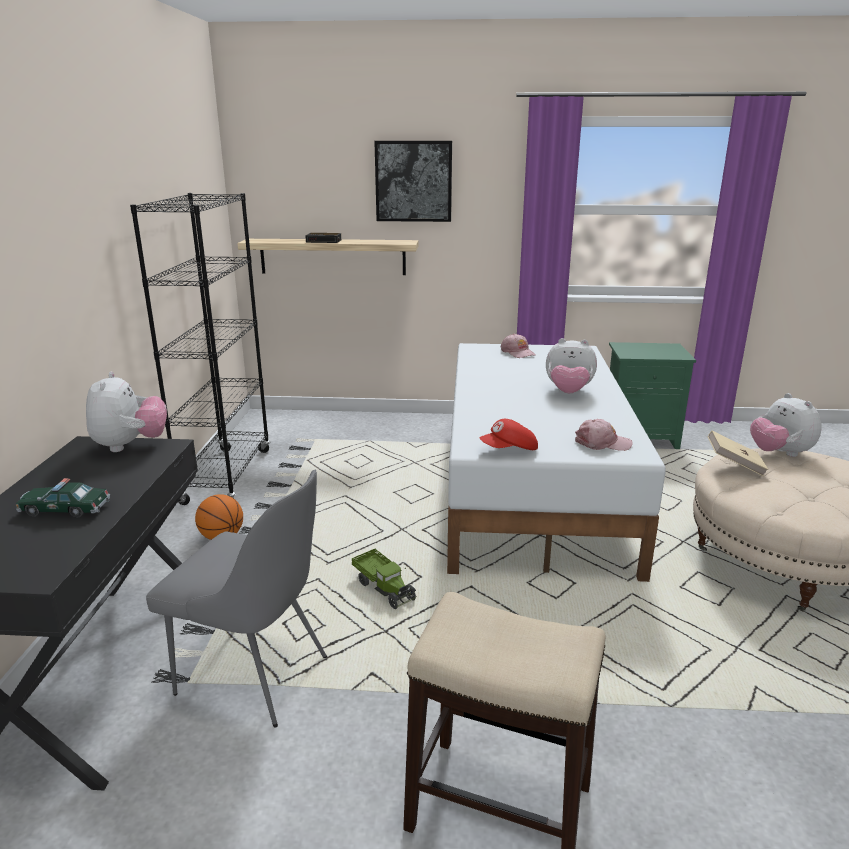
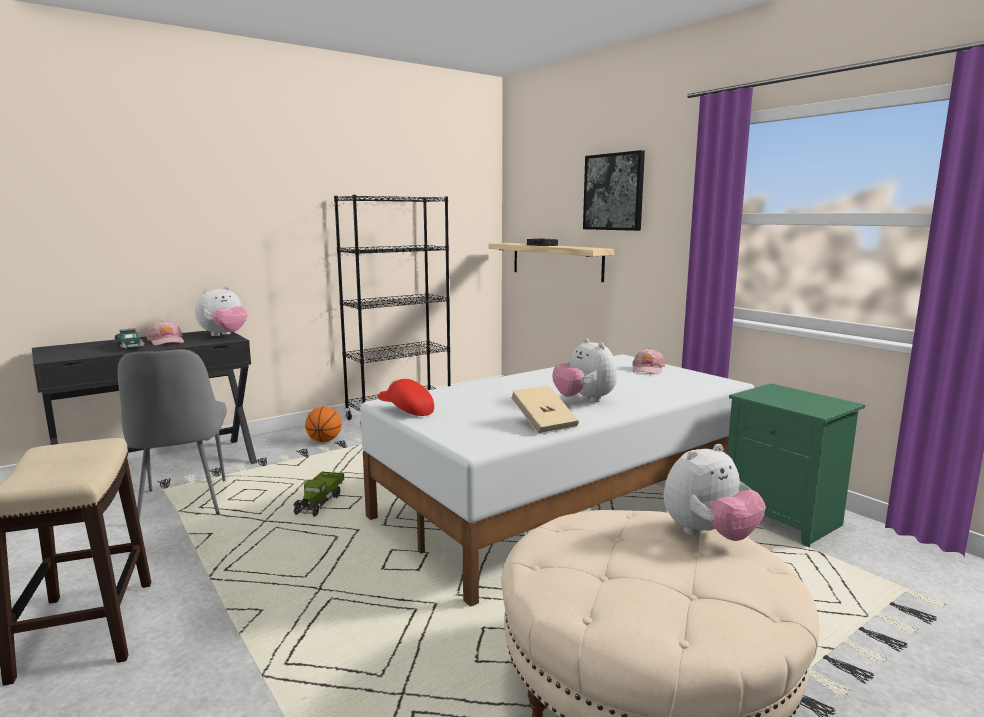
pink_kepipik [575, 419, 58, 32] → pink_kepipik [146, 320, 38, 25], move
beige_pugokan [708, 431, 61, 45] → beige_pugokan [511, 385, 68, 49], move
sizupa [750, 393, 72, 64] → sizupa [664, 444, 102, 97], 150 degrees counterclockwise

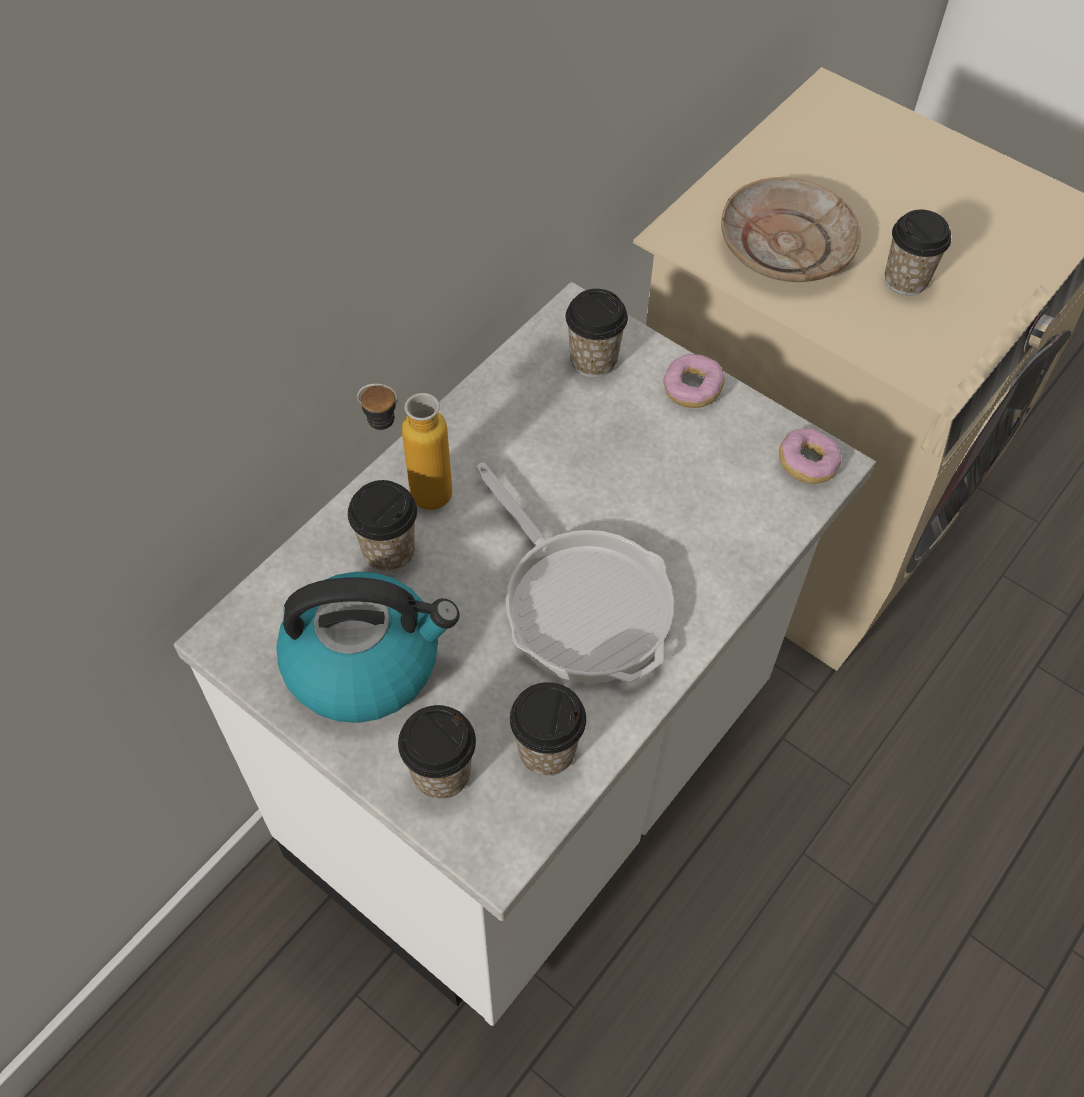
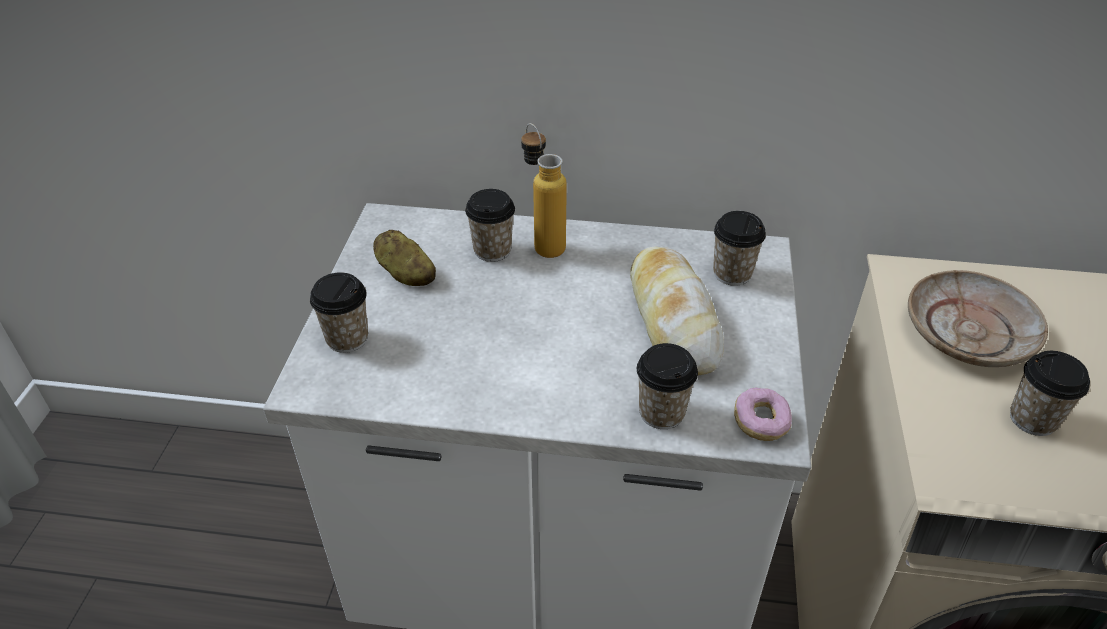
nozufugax [475, 463, 199, 220] → -
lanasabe [663, 354, 62, 54] → -
- → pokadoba [630, 246, 94, 130]
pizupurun [510, 682, 76, 94] → pizupurun [637, 343, 61, 86], move
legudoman [276, 572, 184, 151] → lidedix [373, 230, 63, 56]

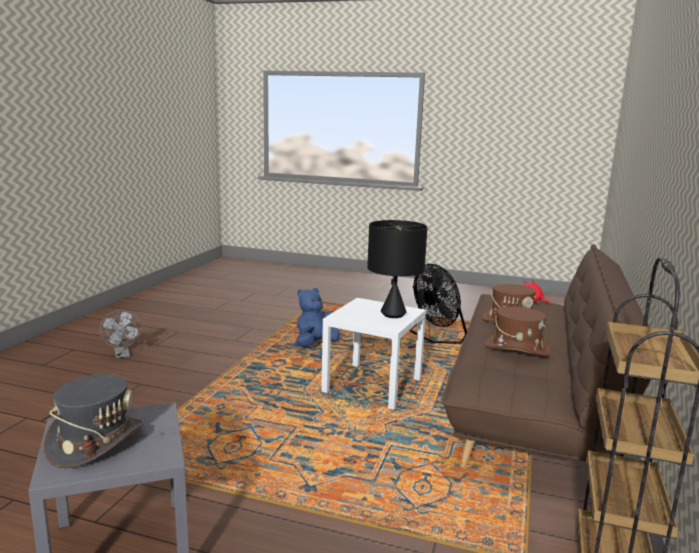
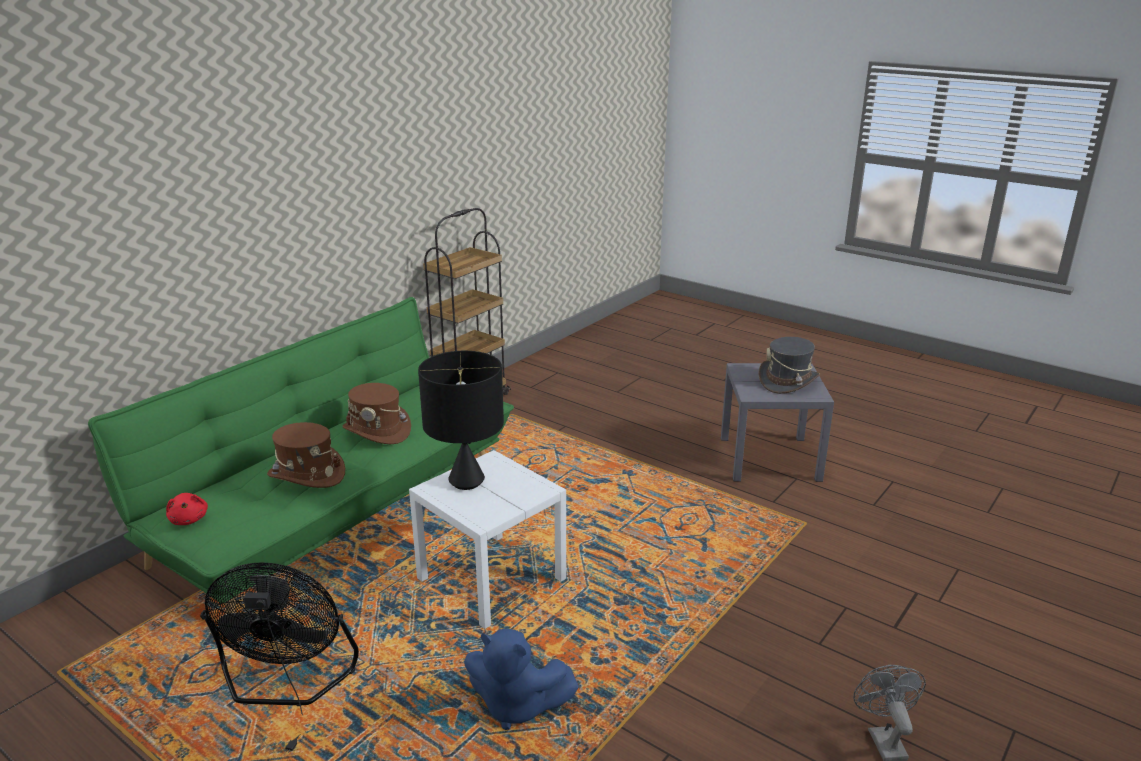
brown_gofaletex [441, 244, 210, 223] → green_gofaletex [88, 297, 426, 316]
blue_sizupa [296, 288, 44, 59] → blue_sizupa [464, 629, 115, 101], 45 degrees clockwise
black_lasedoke [408, 264, 59, 84] → black_lasedoke [200, 563, 159, 190], 105 degrees clockwise

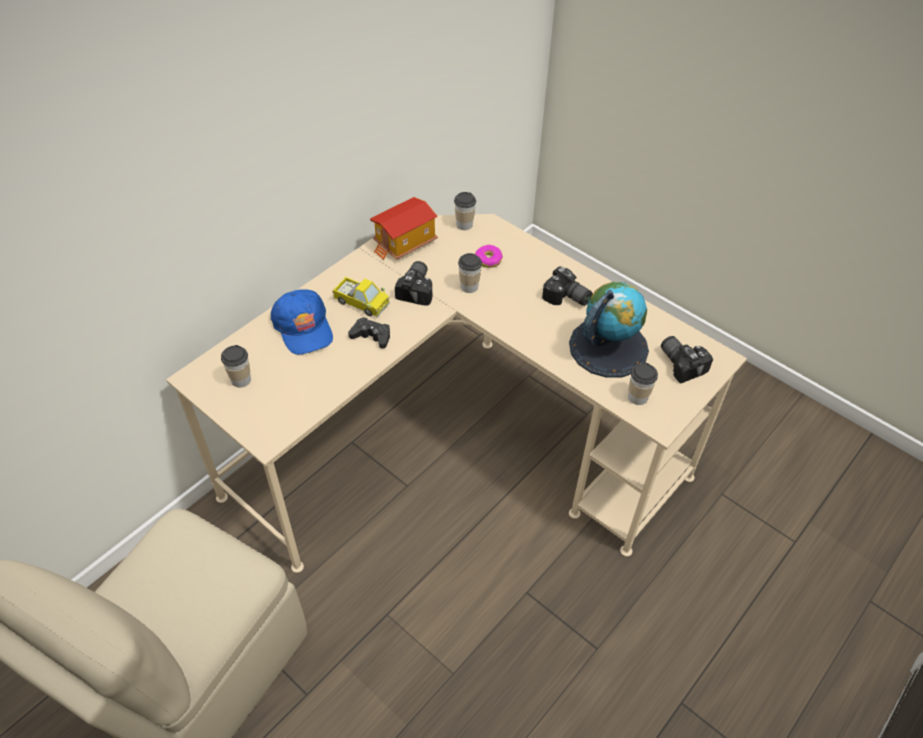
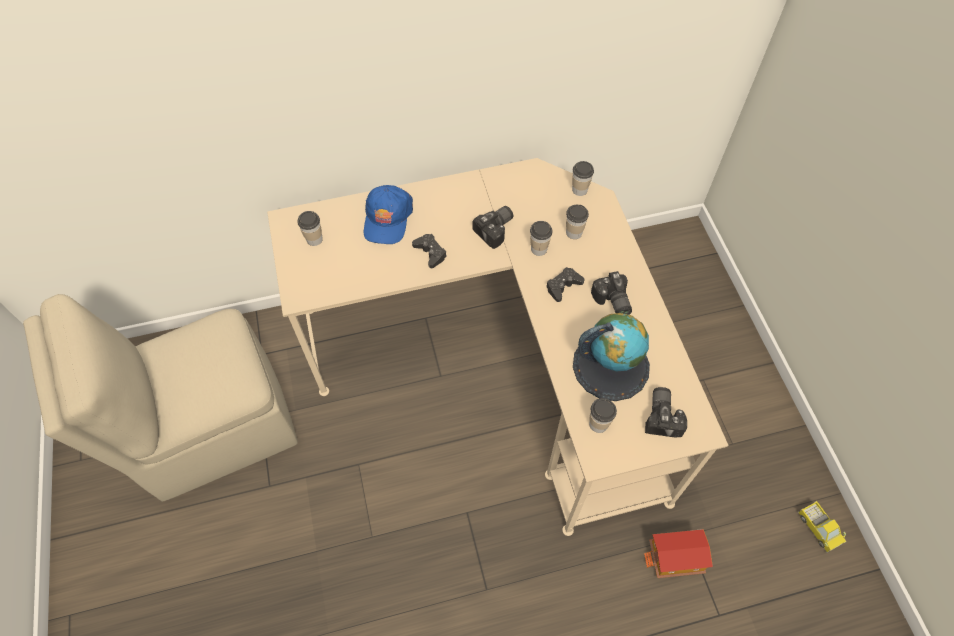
- → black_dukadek [546, 267, 38, 35]
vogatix [332, 277, 58, 40] → vogatix [797, 501, 49, 52], move
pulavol [370, 197, 68, 63] → pulavol [644, 529, 69, 49], move
lanasabe [475, 245, 28, 23] → pizupurun [566, 205, 23, 34]

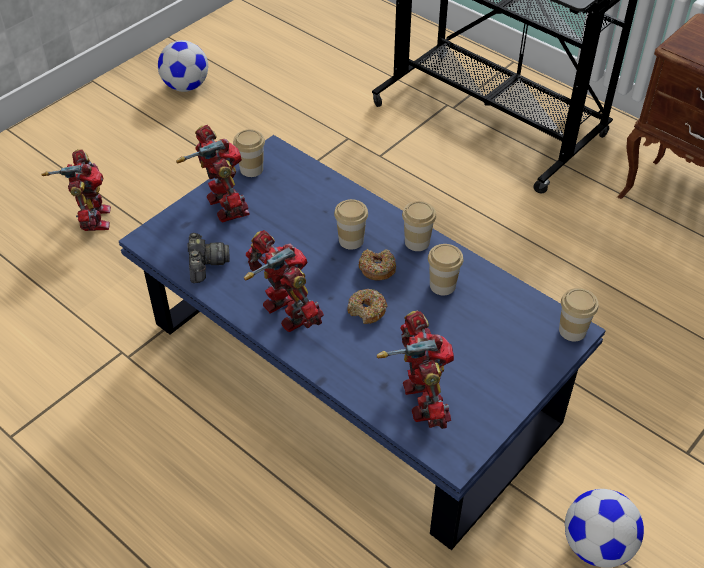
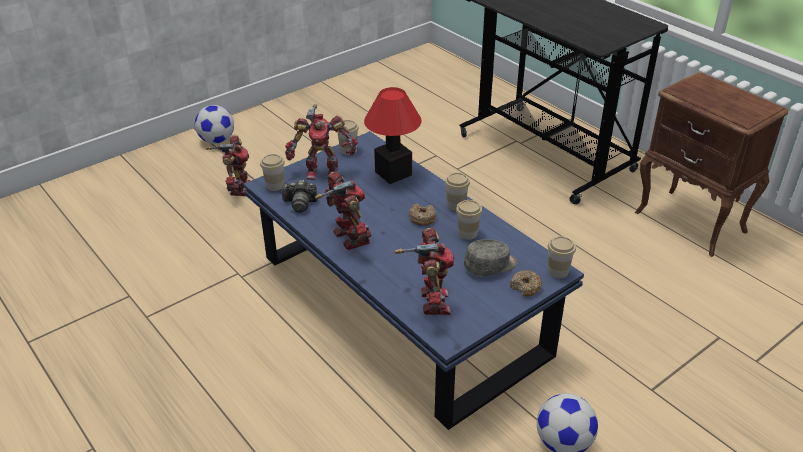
- → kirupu [364, 87, 58, 97]
- → grey_kepipik [464, 239, 54, 37]
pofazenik [158, 40, 50, 52] → pofazenik [195, 105, 39, 39], move
pizupurun [334, 199, 34, 51] → pizupurun [260, 154, 25, 37], move
lanasabe [347, 289, 41, 35] → lanasabe [510, 270, 32, 27], move
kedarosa [176, 125, 73, 97] → kedarosa [285, 104, 73, 76], 105 degrees clockwise
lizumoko [188, 233, 41, 50] → lizumoko [280, 180, 37, 33], 90 degrees clockwise

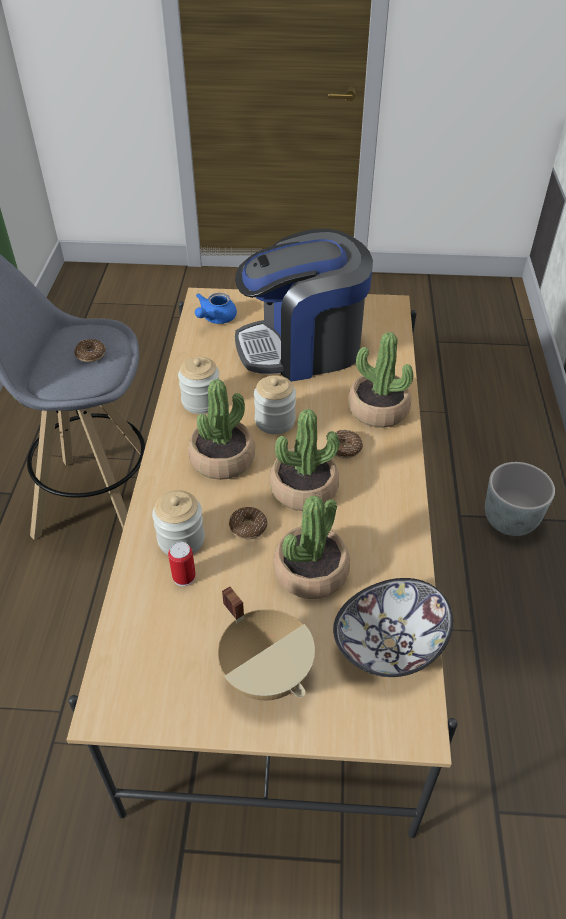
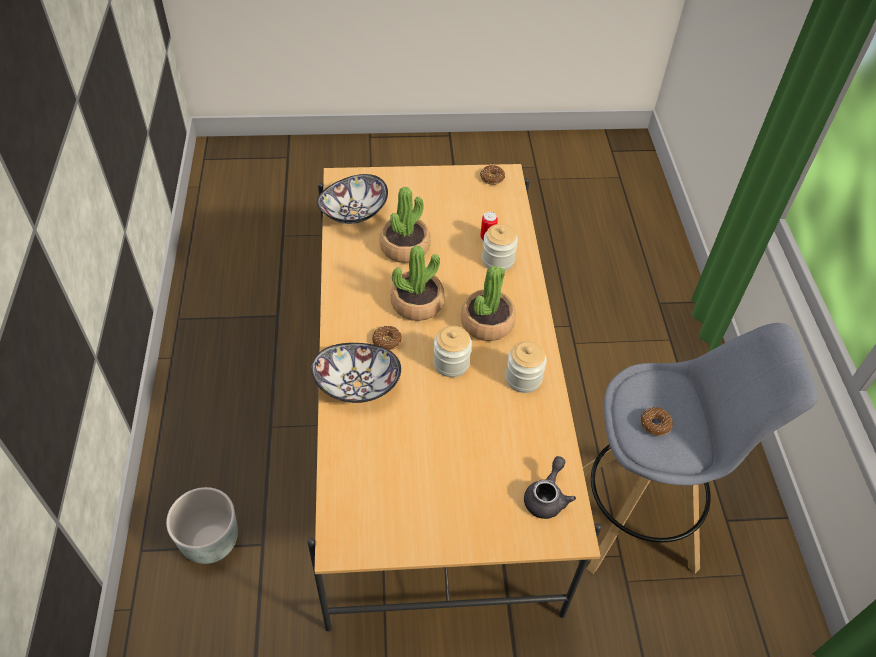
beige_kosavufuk [217, 587, 98, 113] → -
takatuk [235, 229, 138, 153] → -
lanasabe [229, 507, 38, 32] → lanasabe [480, 165, 25, 20], move
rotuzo [348, 332, 65, 96] → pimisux [311, 343, 90, 60]
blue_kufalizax [195, 293, 42, 31] → grey_kufalizax [524, 456, 52, 63]

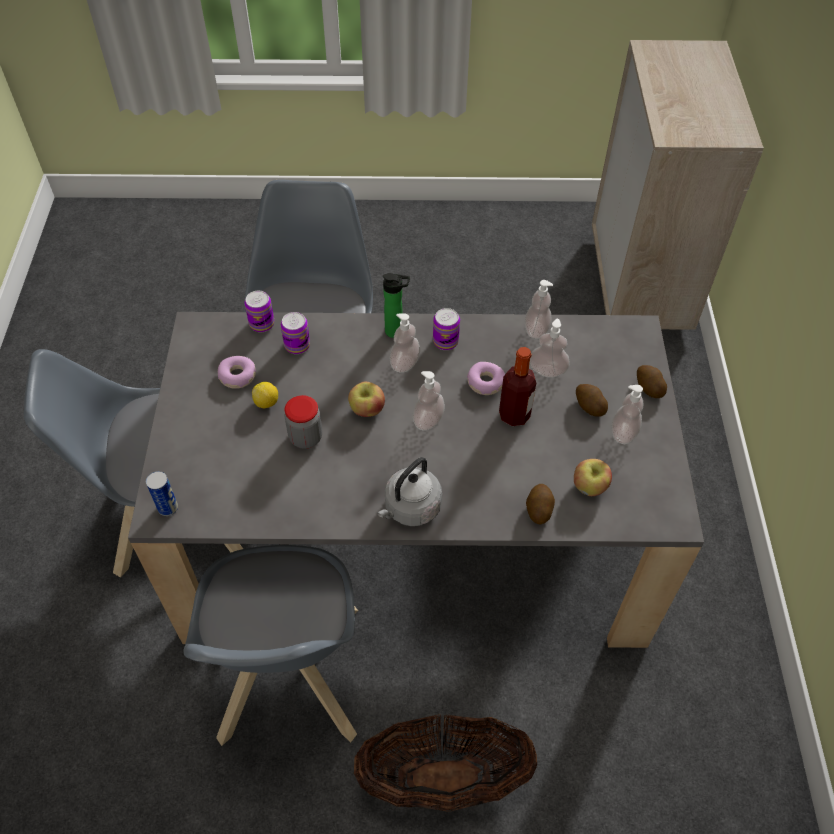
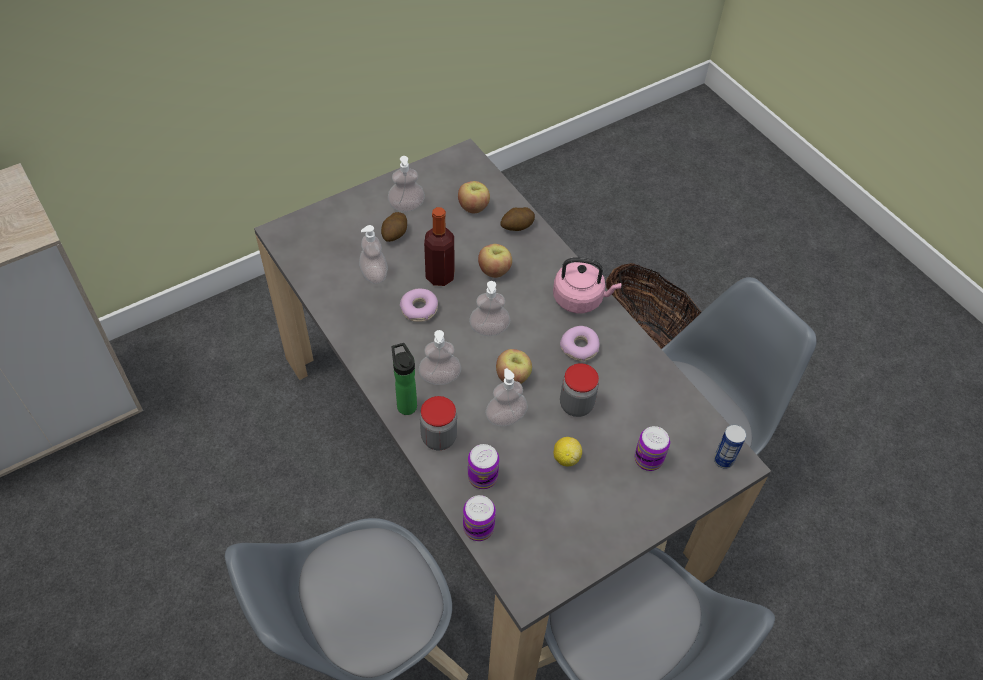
lidedix [637, 365, 30, 33] → -
- → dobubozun [420, 396, 37, 54]
- → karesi [478, 244, 34, 34]
lanasabe [218, 356, 38, 33] → lanasabe [560, 326, 40, 35], move
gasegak [433, 308, 27, 42] → gasegak [635, 426, 35, 45], move
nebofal [525, 280, 28, 59] → nebofal [485, 368, 43, 58], move
grey_legudoman [377, 457, 65, 69] → pink_legudoman [553, 257, 68, 56]

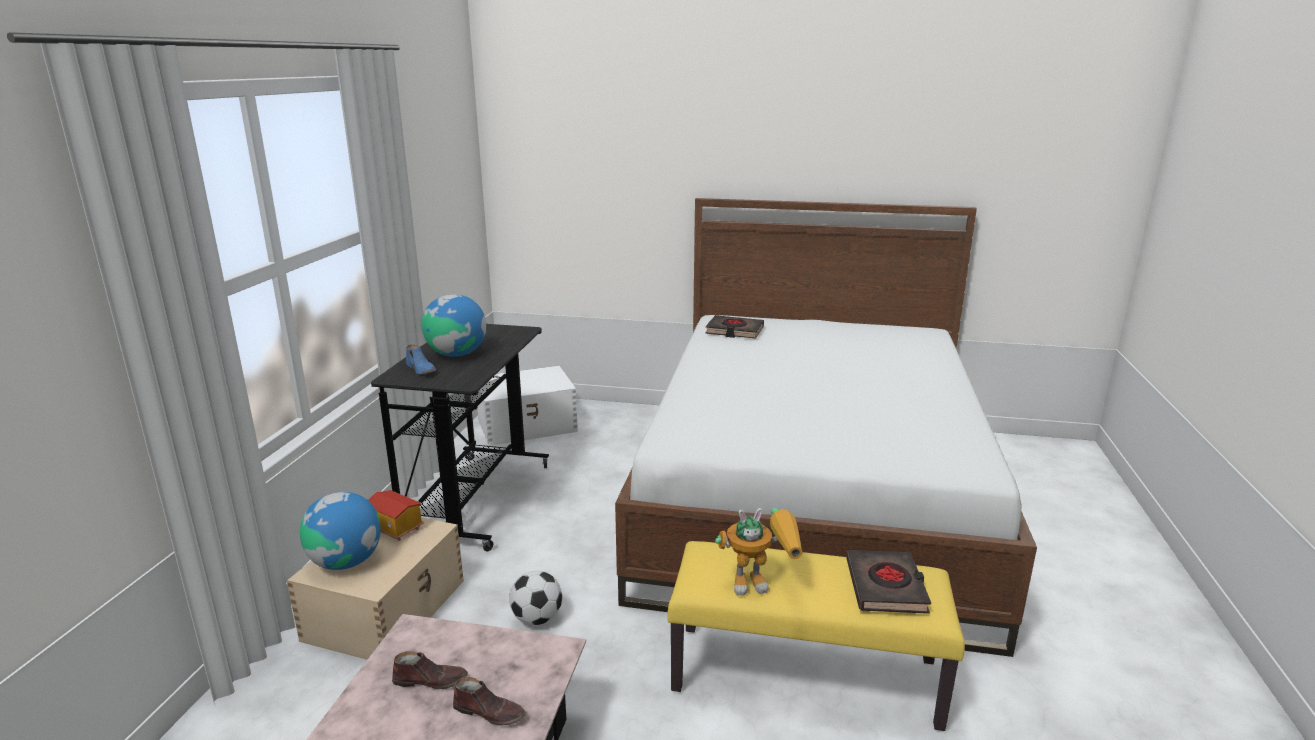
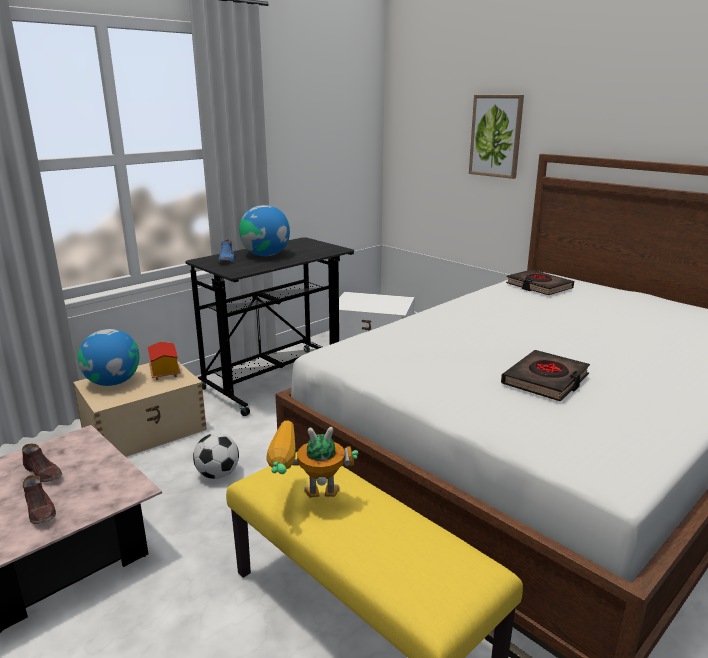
- → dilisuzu [469, 95, 55, 84]
black_pugokan [847, 550, 84, 64] → black_pugokan [501, 350, 89, 52], move
kedarosa [715, 508, 88, 88] → kedarosa [266, 420, 92, 78], 150 degrees clockwise

